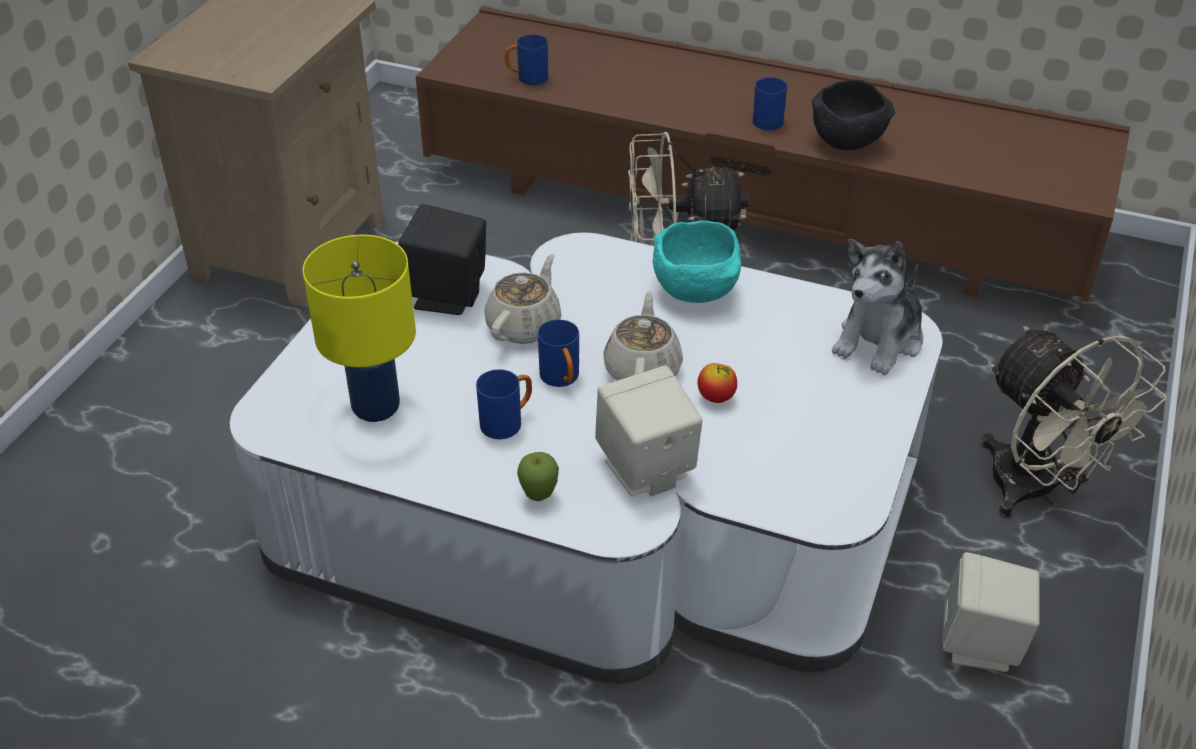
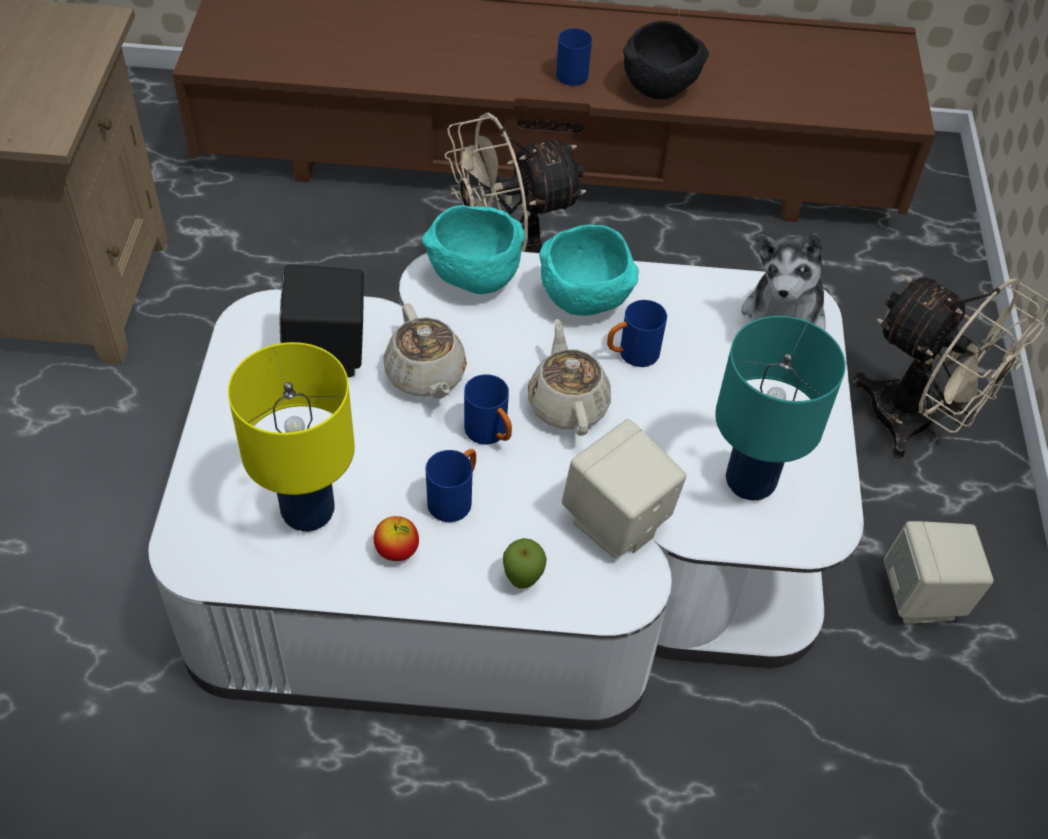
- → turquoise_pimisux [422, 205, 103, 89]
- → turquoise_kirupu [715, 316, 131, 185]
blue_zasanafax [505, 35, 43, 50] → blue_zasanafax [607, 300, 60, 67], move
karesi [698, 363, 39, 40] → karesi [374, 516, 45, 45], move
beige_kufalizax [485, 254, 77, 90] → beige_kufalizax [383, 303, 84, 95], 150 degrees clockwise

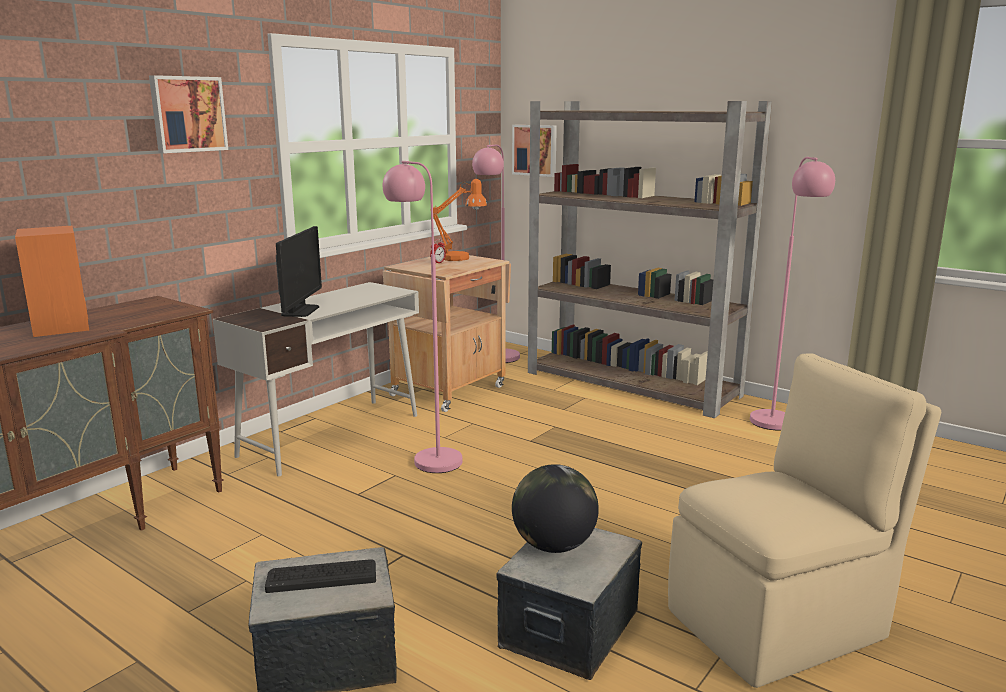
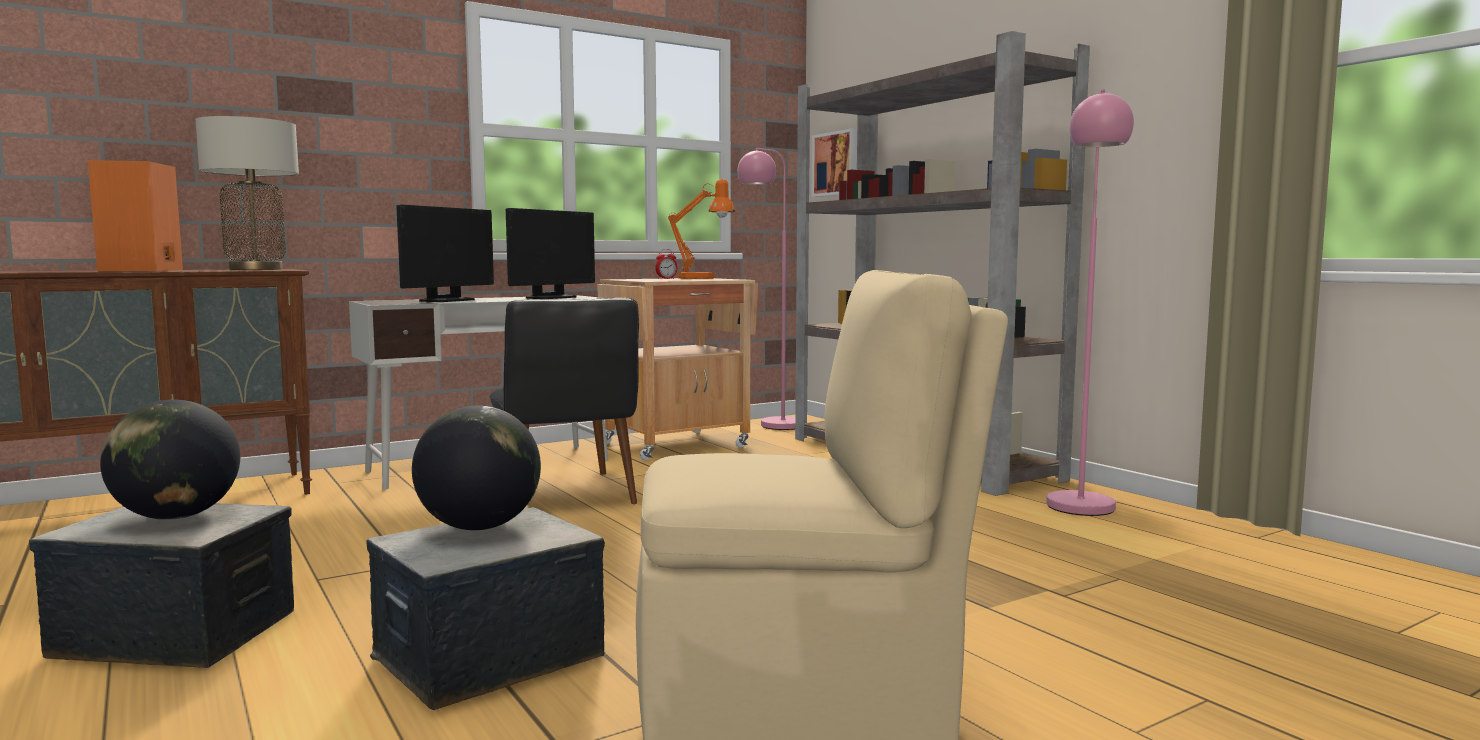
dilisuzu [149, 75, 79, 78] → -
- → kirupu [195, 116, 104, 154]
- → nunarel [506, 208, 89, 91]
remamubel [265, 559, 111, 34] → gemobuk [100, 400, 140, 120]
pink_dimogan [383, 161, 80, 312] → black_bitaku [489, 298, 150, 206]

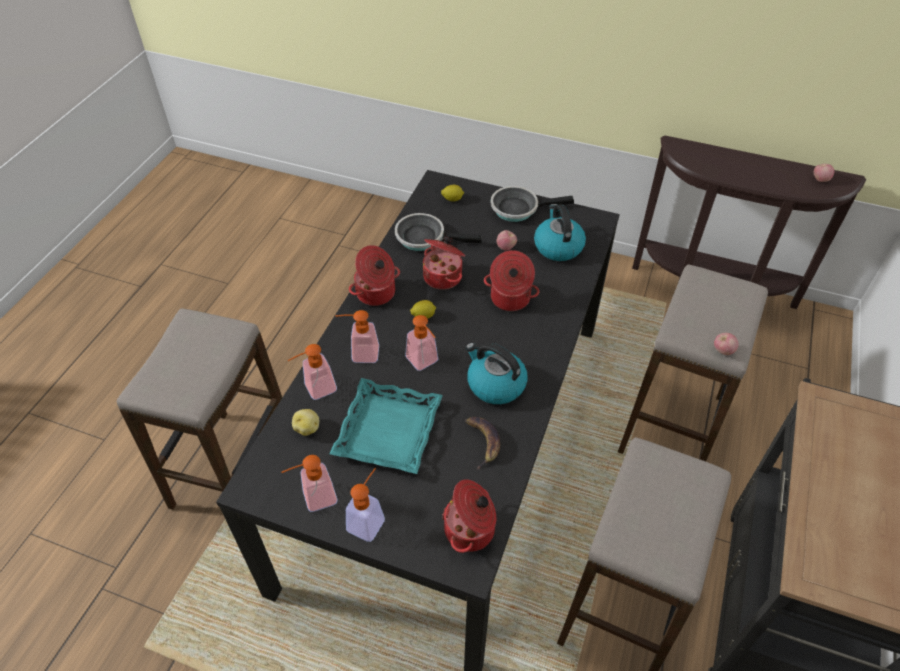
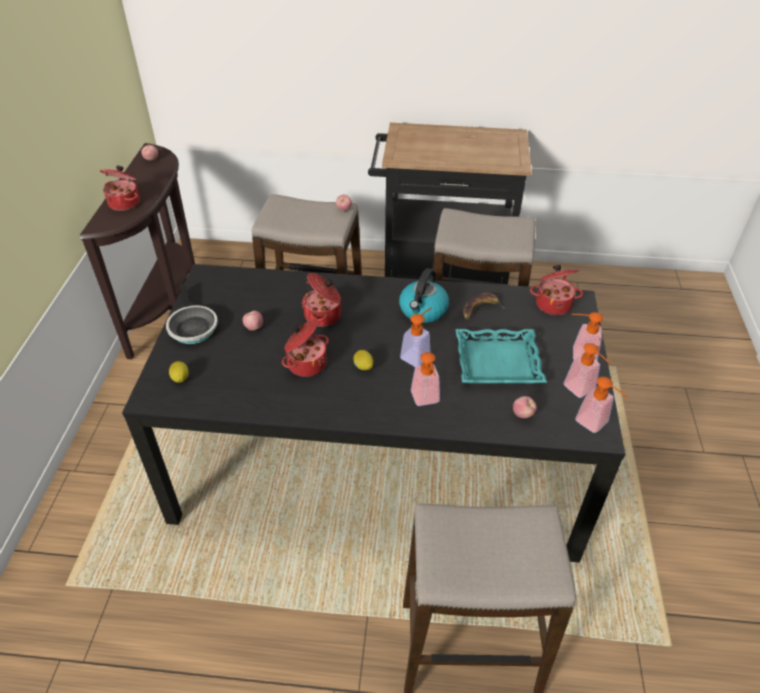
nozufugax [395, 213, 87, 38] → -
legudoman [534, 204, 52, 57] → -
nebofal [287, 344, 50, 56] → nebofal [575, 377, 52, 56], move
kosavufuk [349, 245, 51, 61] → kosavufuk [100, 165, 40, 46], move
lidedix [292, 409, 27, 27] → karesi [513, 396, 24, 22]

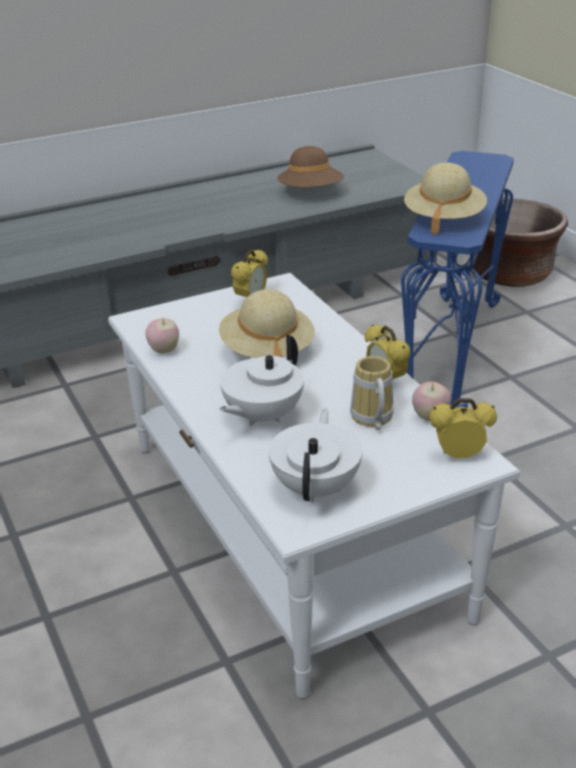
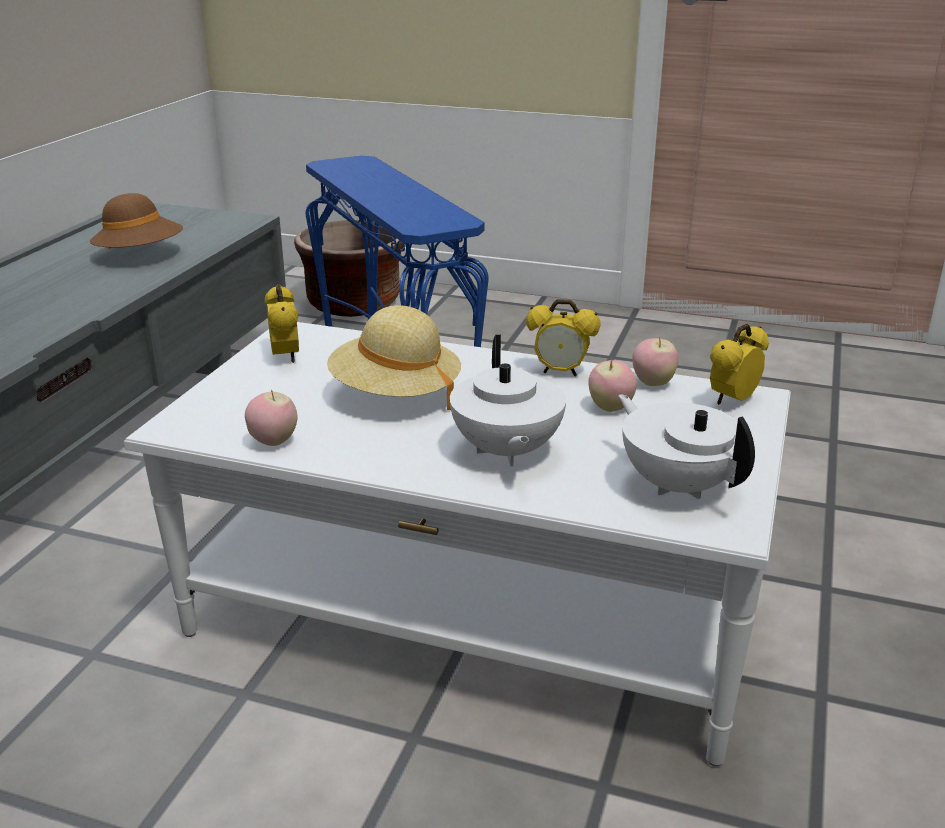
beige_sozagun [404, 163, 83, 72] → -
zasanafax [350, 356, 44, 74] → karesi [589, 359, 48, 53]

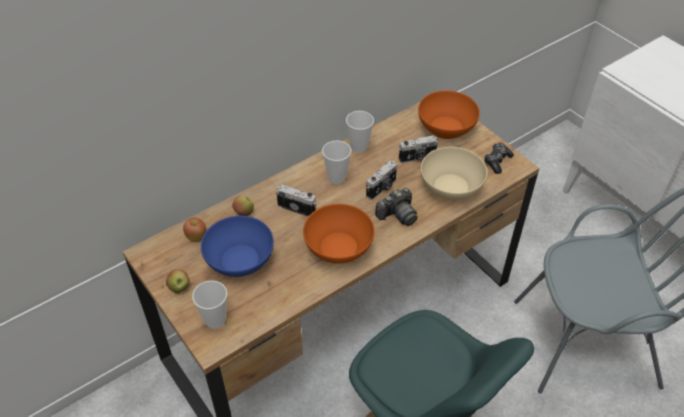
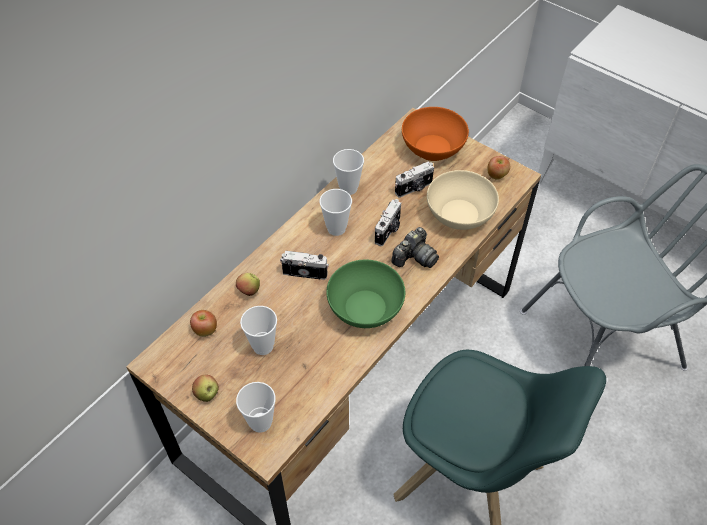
blue_pimisux [201, 216, 73, 61] → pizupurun [240, 306, 37, 49]
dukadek [484, 143, 30, 31] → karesi [487, 156, 23, 24]
orange_pimisux [303, 204, 72, 60] → green_pimisux [326, 260, 79, 68]

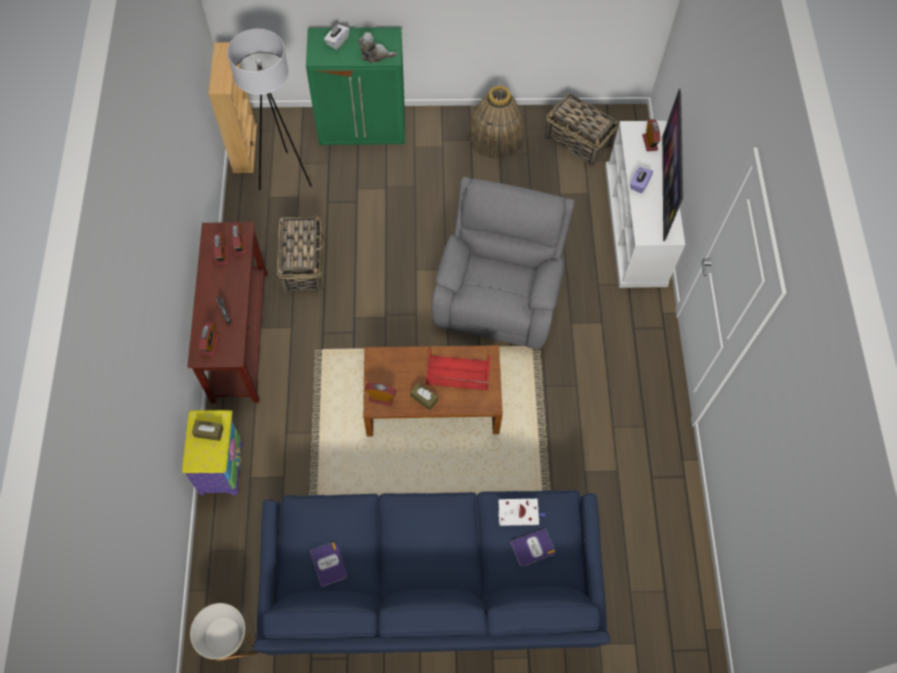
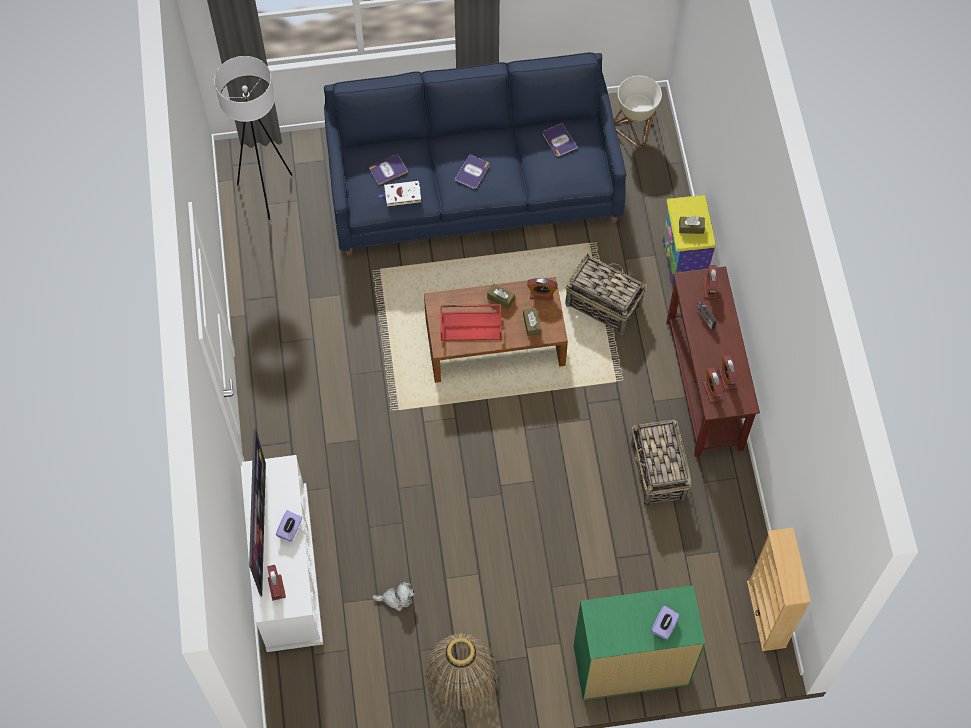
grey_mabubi [432, 177, 143, 172] → -
- → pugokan [455, 155, 34, 34]
- → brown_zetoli [523, 308, 18, 28]
white_dimogan [227, 29, 85, 161] → white_dimogan [214, 56, 78, 164], move
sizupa [358, 32, 39, 31] → sizupa [372, 580, 43, 31], move
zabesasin [545, 93, 73, 74] → zabesasin [565, 254, 82, 81], move
white_zetoli [324, 24, 25, 26] → purple_zetoli [651, 605, 28, 34]

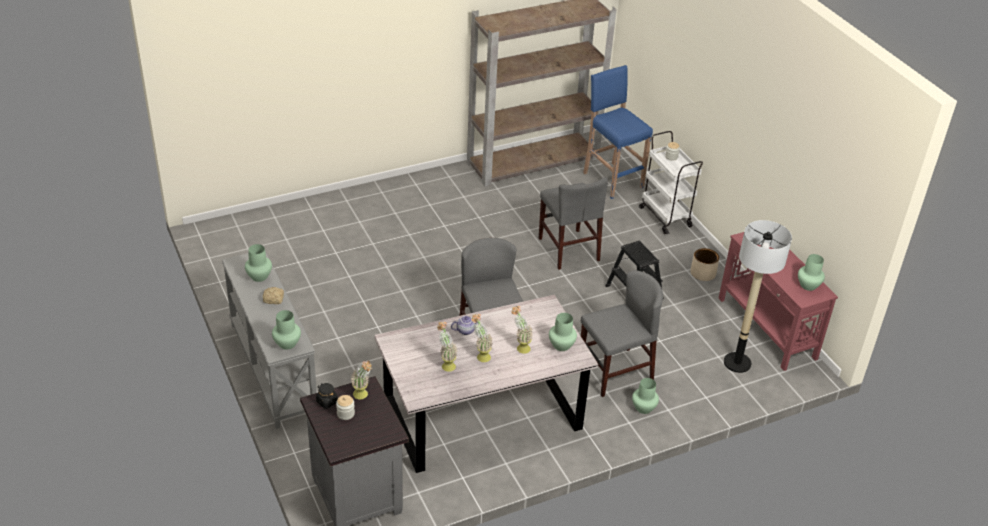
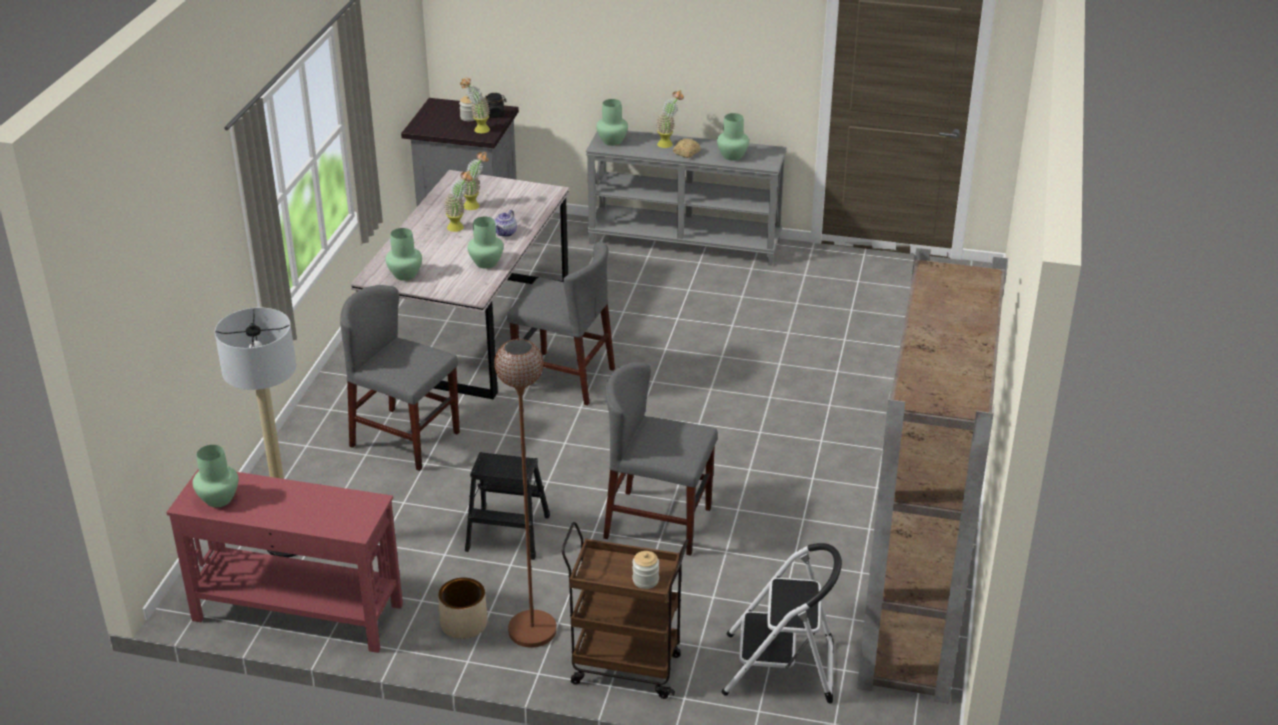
- → brown_dimogan [494, 339, 63, 309]
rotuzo [511, 306, 22, 48] → rotuzo [657, 90, 27, 58], move
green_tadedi [632, 378, 27, 36] → green_tadedi [467, 217, 37, 52], move
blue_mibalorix [583, 65, 70, 134] → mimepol [721, 543, 121, 160]
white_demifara [639, 131, 64, 103] → brown_demifara [562, 522, 127, 177]
grey_bitaku [581, 270, 82, 127] → grey_bitaku [340, 285, 120, 186], 105 degrees clockwise

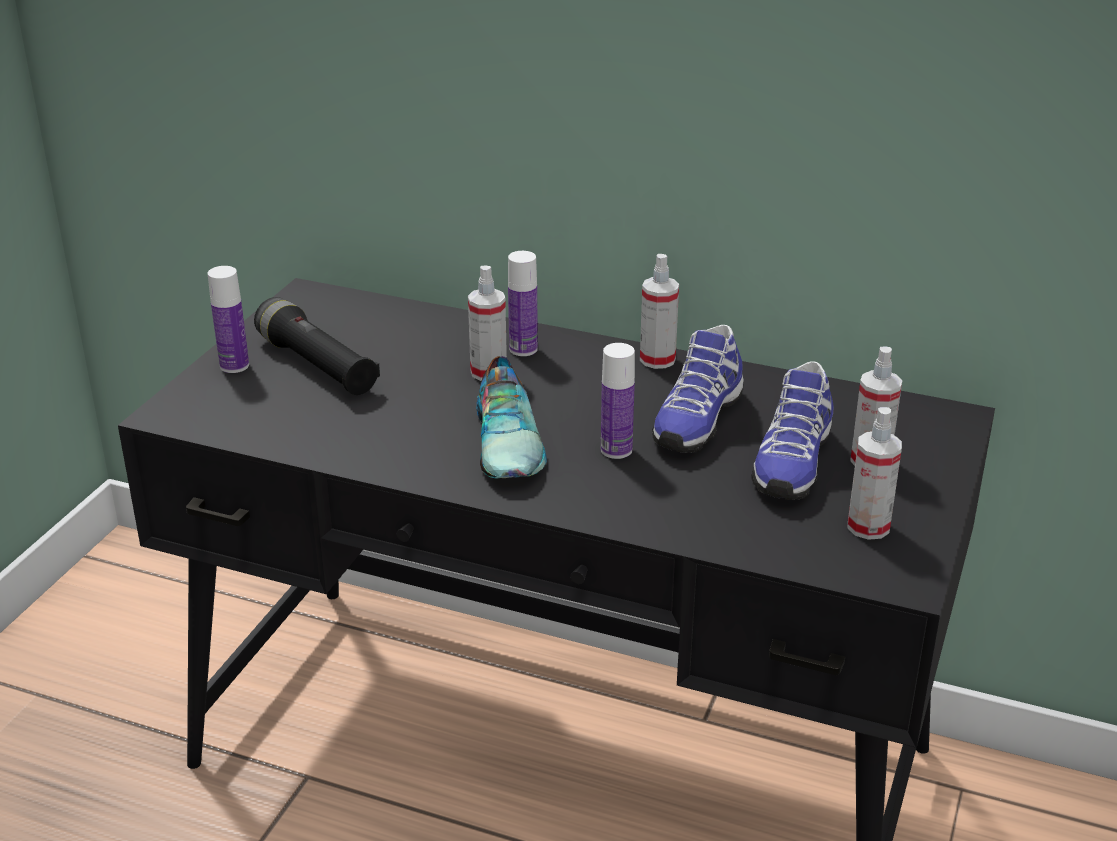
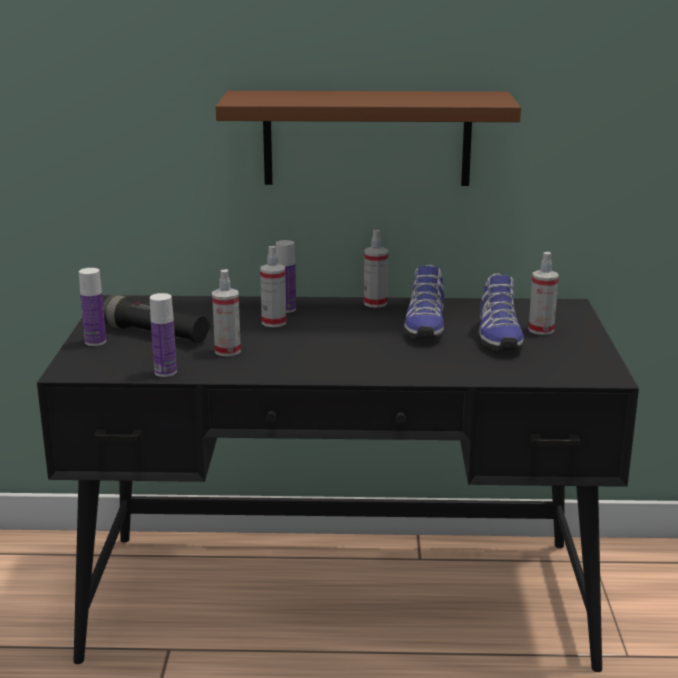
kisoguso [476, 356, 71, 123] → -
- → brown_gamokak [215, 91, 306, 95]
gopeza [601, 343, 34, 116] → gopeza [150, 293, 27, 84], move
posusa [848, 407, 54, 133] → posusa [212, 269, 29, 87], move

